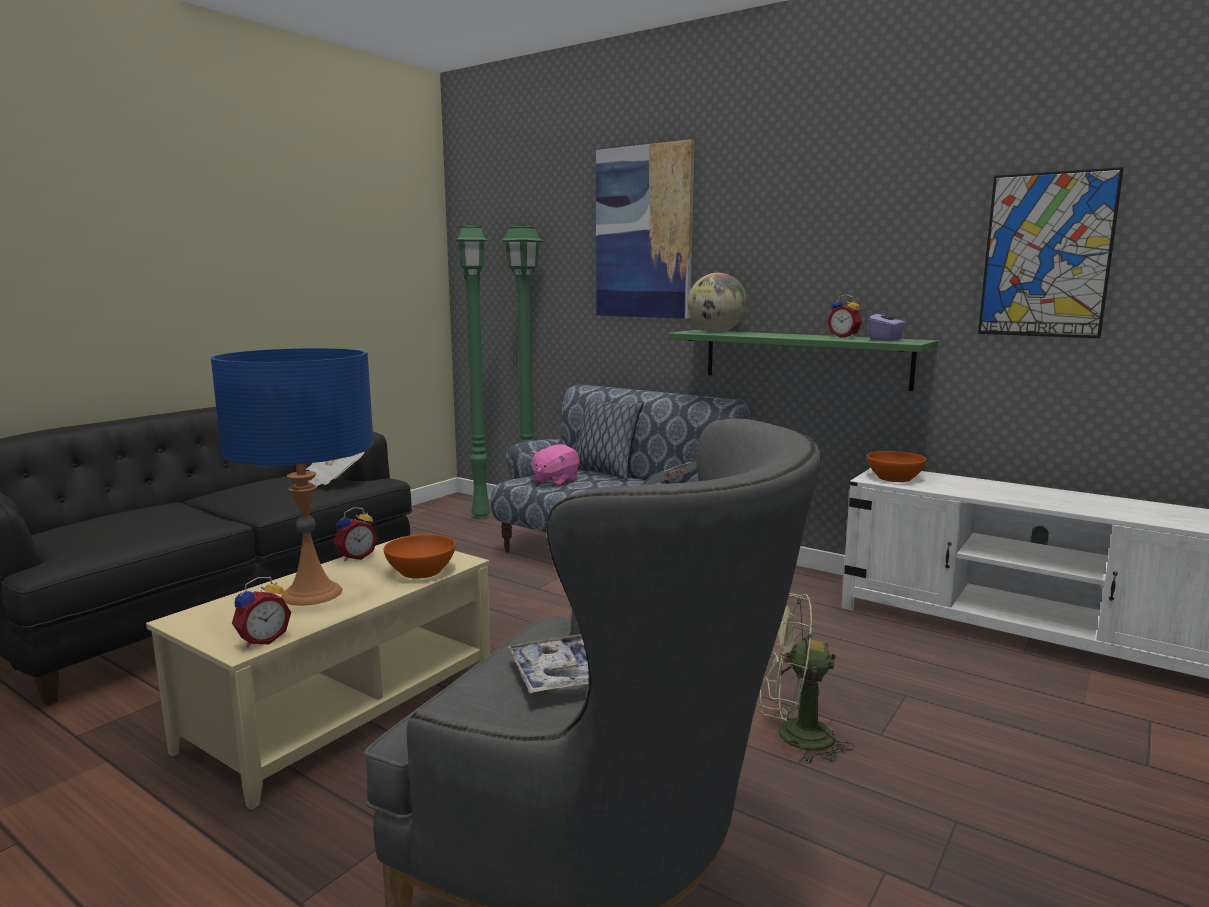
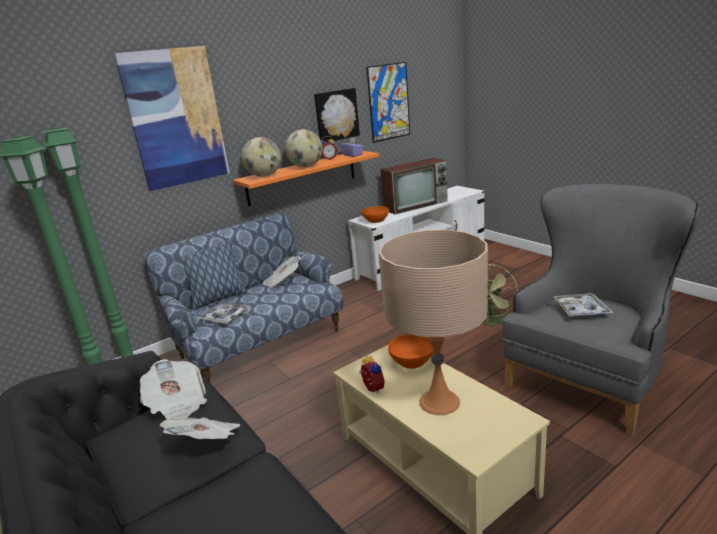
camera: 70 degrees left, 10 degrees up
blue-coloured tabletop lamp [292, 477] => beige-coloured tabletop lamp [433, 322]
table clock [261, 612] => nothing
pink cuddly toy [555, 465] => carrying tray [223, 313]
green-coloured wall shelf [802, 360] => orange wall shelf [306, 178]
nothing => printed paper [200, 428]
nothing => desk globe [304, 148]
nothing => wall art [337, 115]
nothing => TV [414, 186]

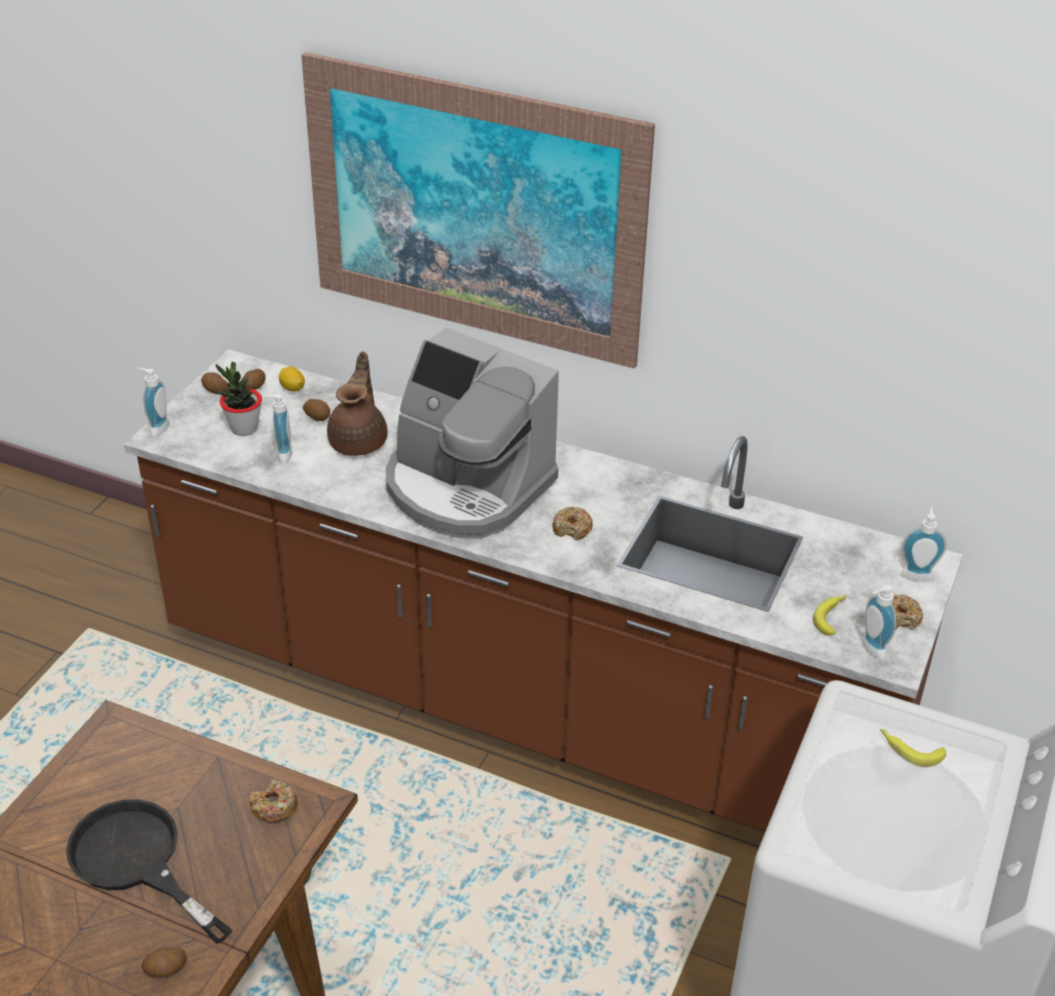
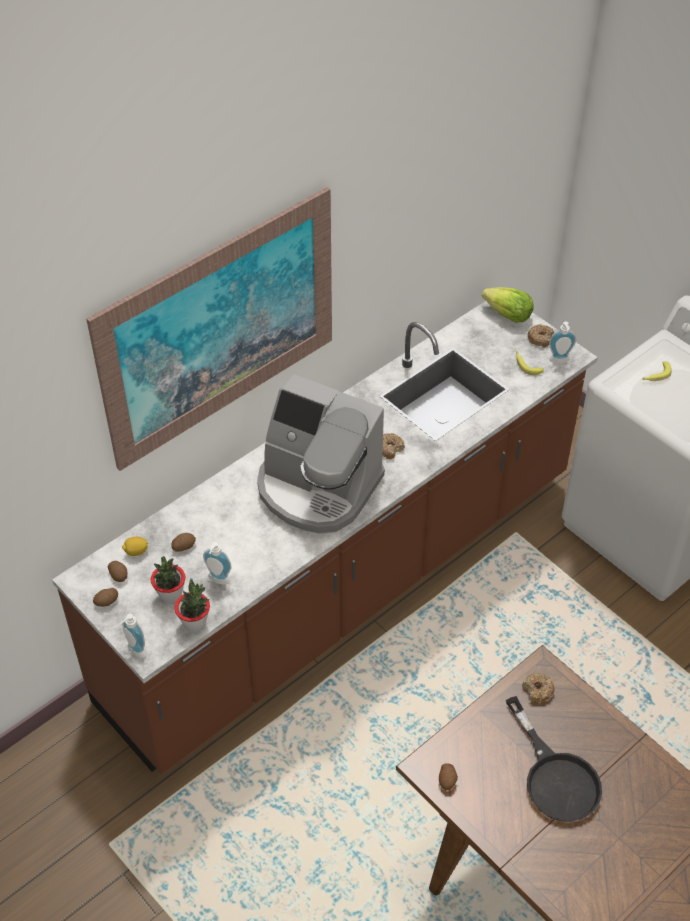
camera: 65 degrees left, 10 degrees up
black pan [149, 871] => black pan [554, 759], 90 degrees counterclockwise
whole potato [164, 962] => whole potato [448, 776], moved
brownish tea pot [357, 403] => nothing
coffee machine [472, 433] => coffee machine [321, 454], 60 degrees clockwise
liquid soap bottle [923, 544] => lettuce [508, 304]
nothing => potted plant [192, 605]

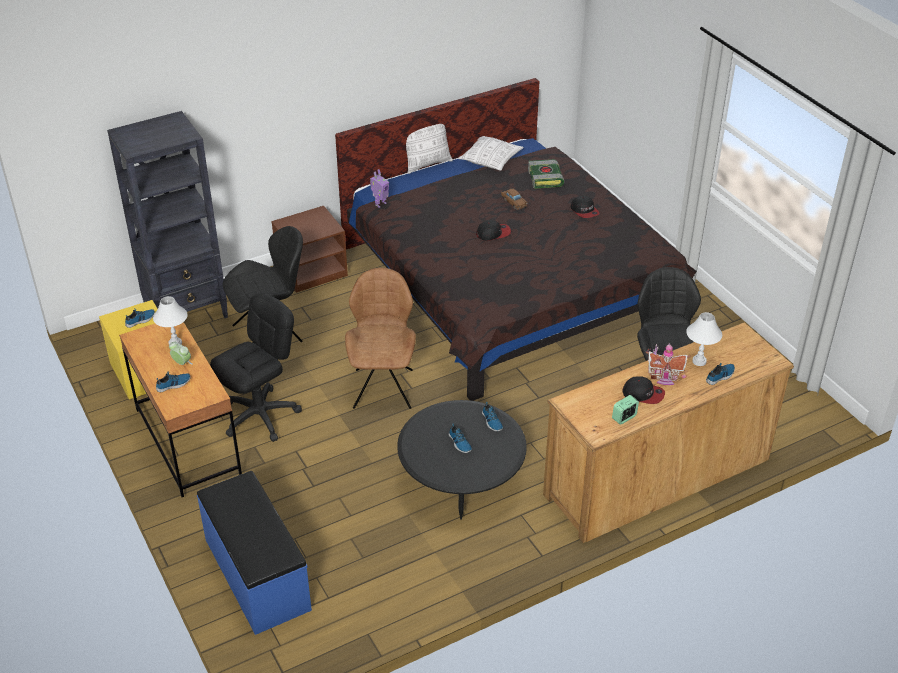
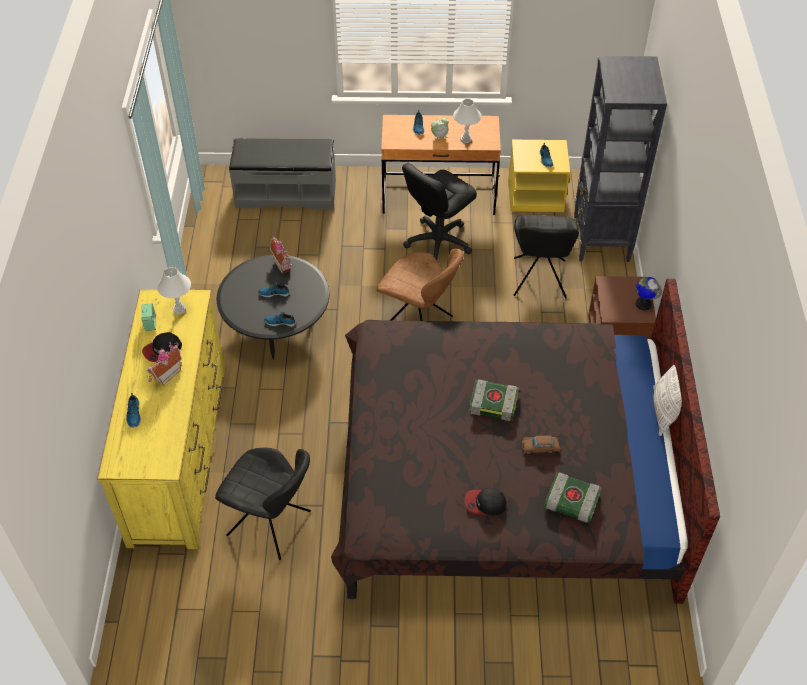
camera: 120 degrees right, 10 degrees up
blue-coloured bench [254, 553] => grey bench [282, 173]
black office chair [256, 367] => black office chair [439, 212], 60 degrees clockwise
toy robot [379, 188] => nothing
cushion [491, 153] => nothing
peaked cap [493, 230] => bound book [494, 400]
brownish dresser [668, 433] => yellow dresser [161, 419]
white tabletop lamp [704, 339] => white tabletop lamp [174, 290], moved
nothing => toy house [281, 255]
nothing => desk globe [649, 293]

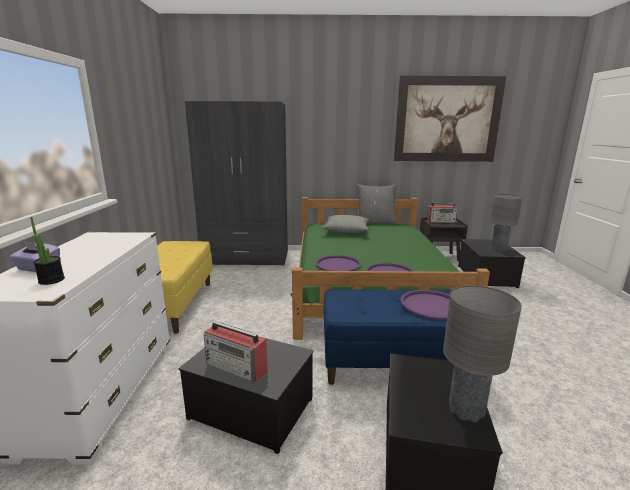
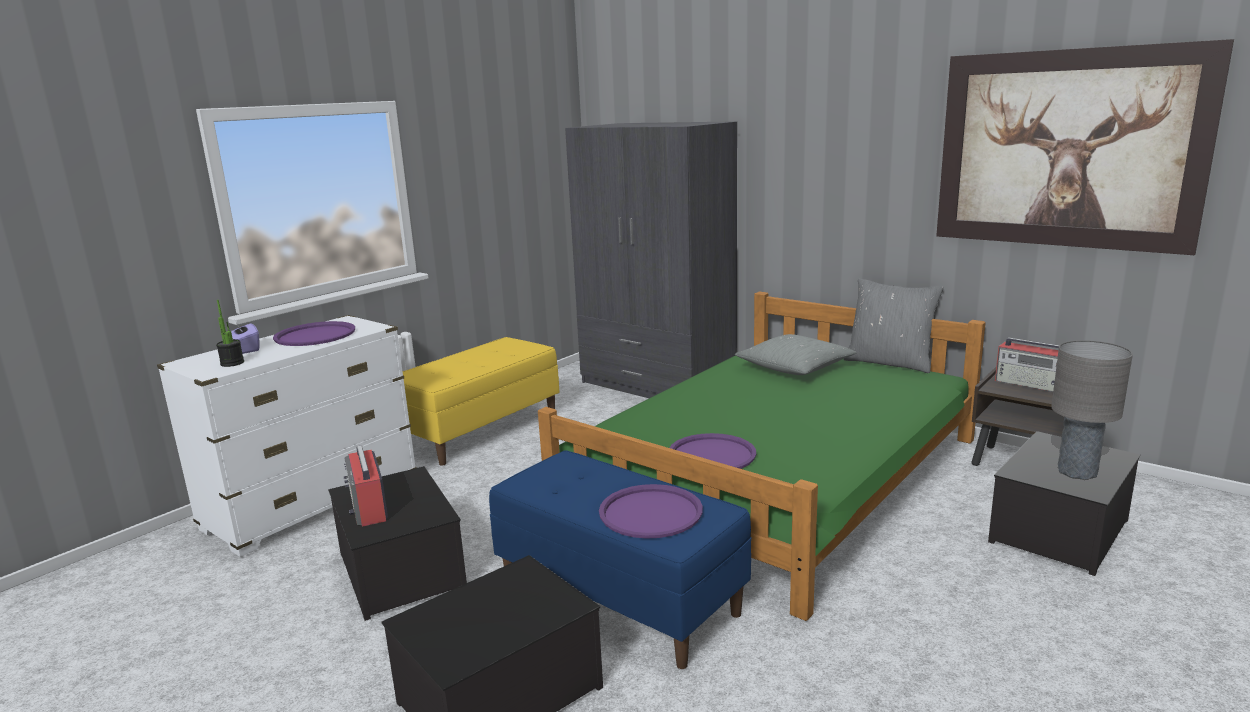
camera: 40 degrees right, 0 degrees up
purple-coloured carrying tray [338, 263] => purple-coloured carrying tray [314, 333], moved
grey tabletop lamp [482, 354] => nothing

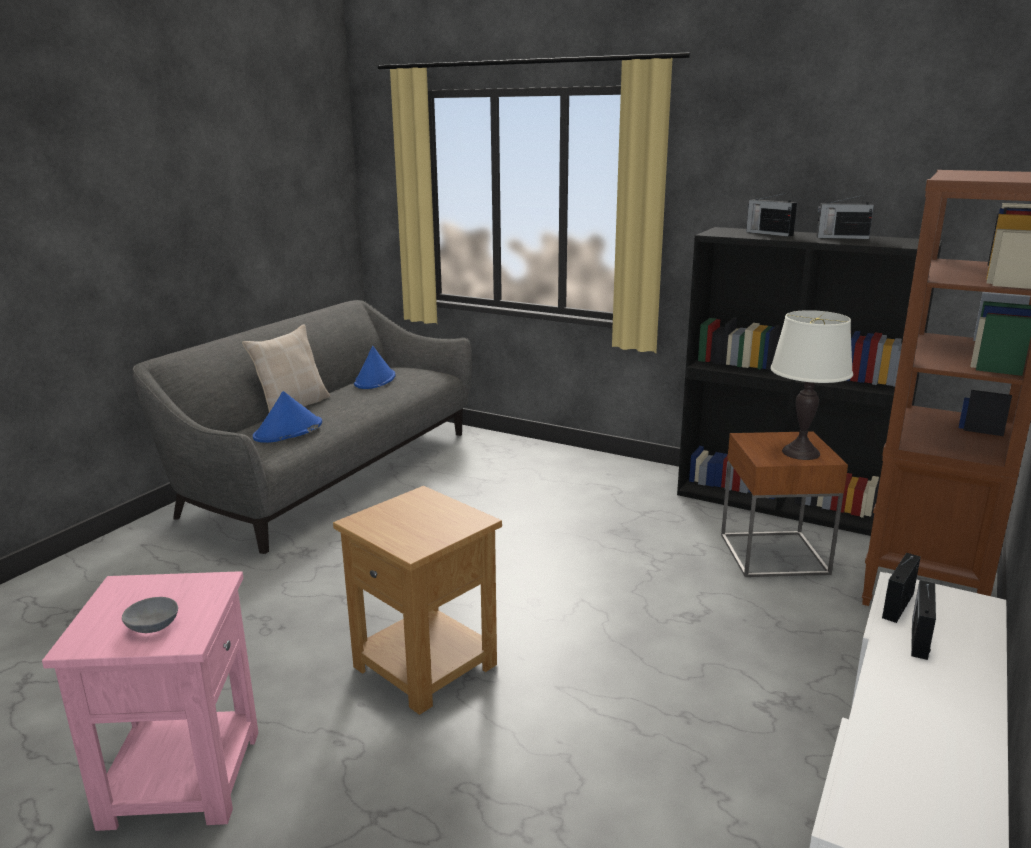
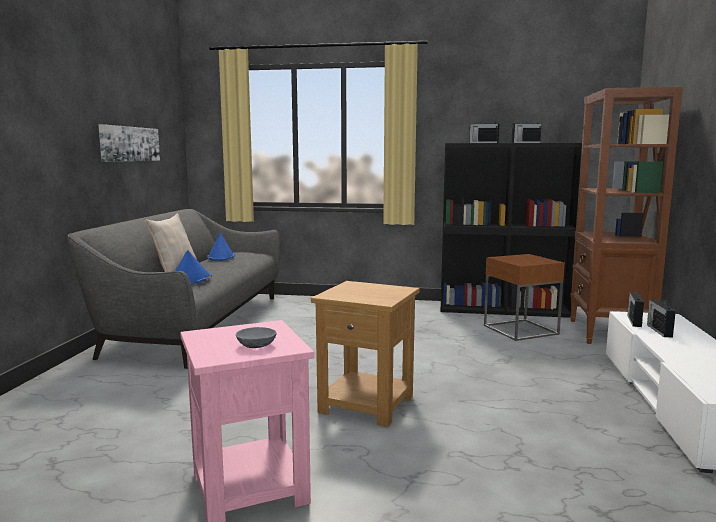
camera: 20 degrees left, 10 degrees down
white tabletop lamp [811, 385] => nothing
nothing => wall art [129, 143]

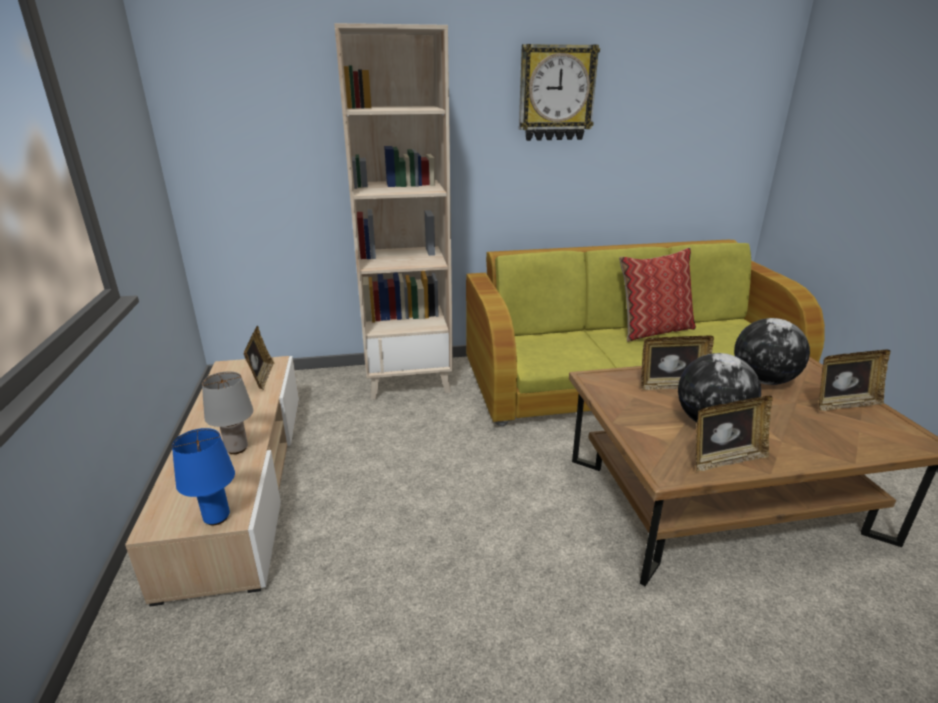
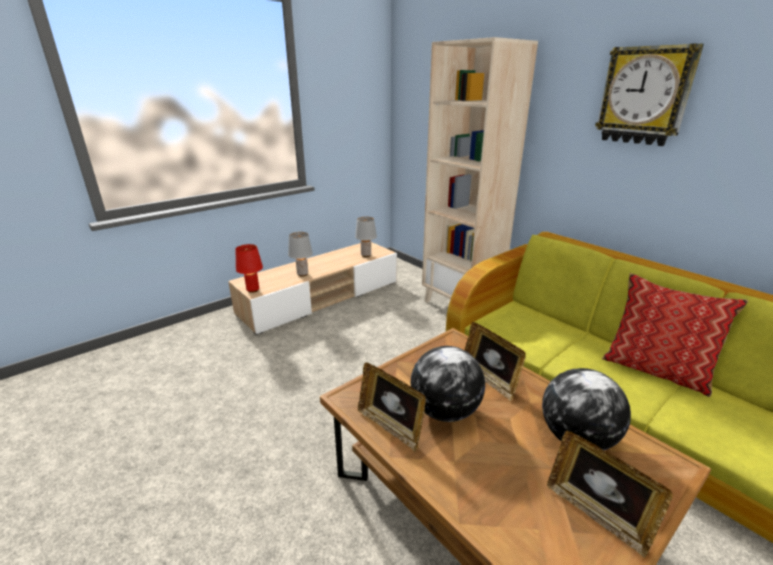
camera: 60 degrees right, 0 degrees up
blue-coloured tabletop lamp [203, 477] => reddish tabletop lamp [249, 268]
standing frame [258, 358] => grey tabletop lamp [366, 237]

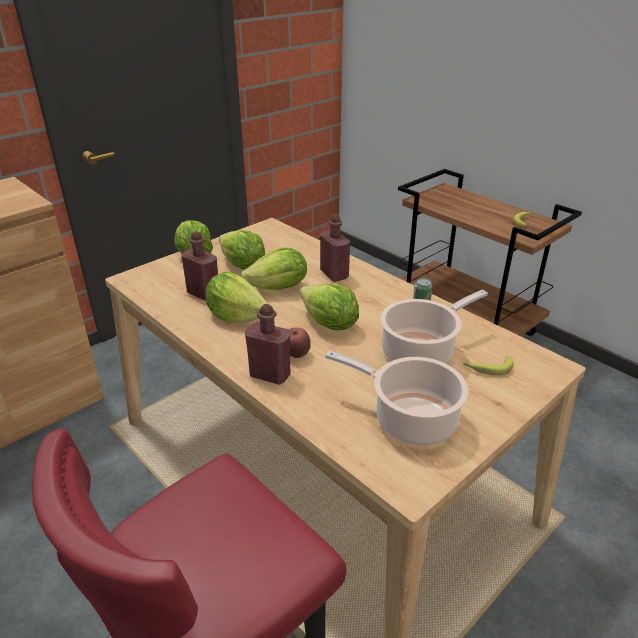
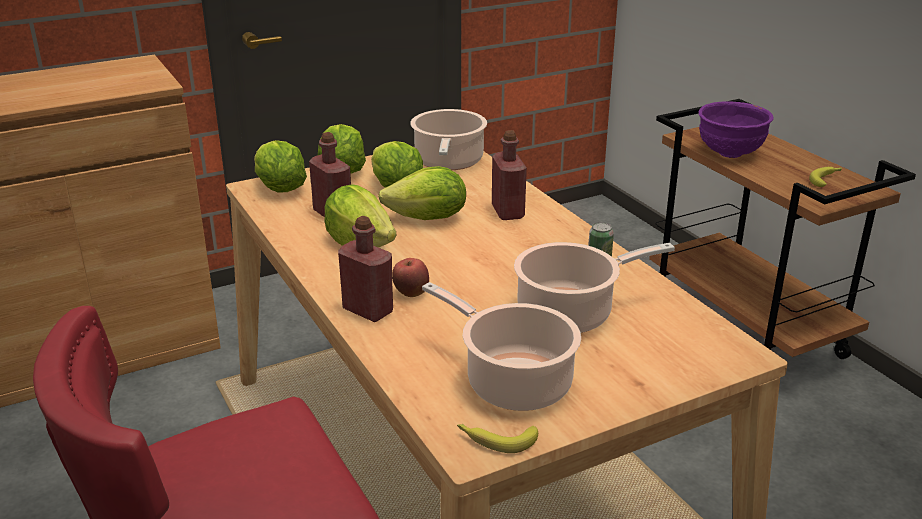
camera: 15 degrees right, 5 degrees down
lettuce [329, 306] => lettuce [280, 166], moved
banana fruit [488, 365] => banana fruit [497, 438], moved
nothing => cooking pot [448, 139]
nothing => purple-coloured bowl [736, 129]

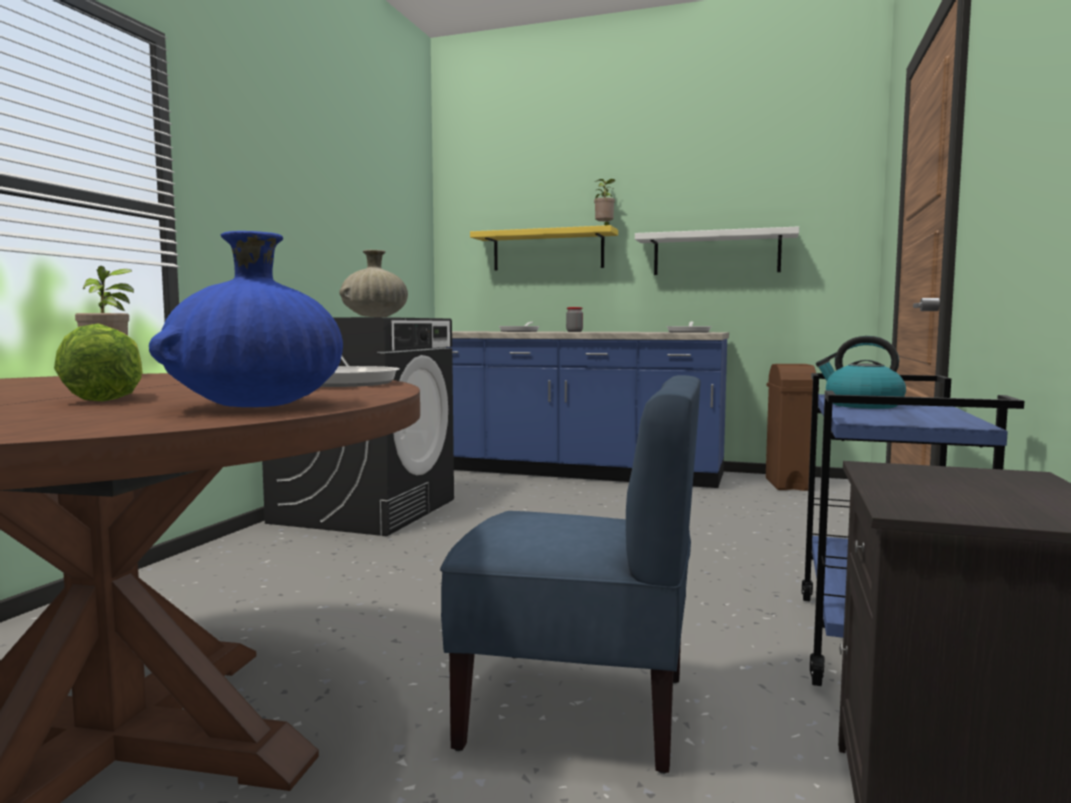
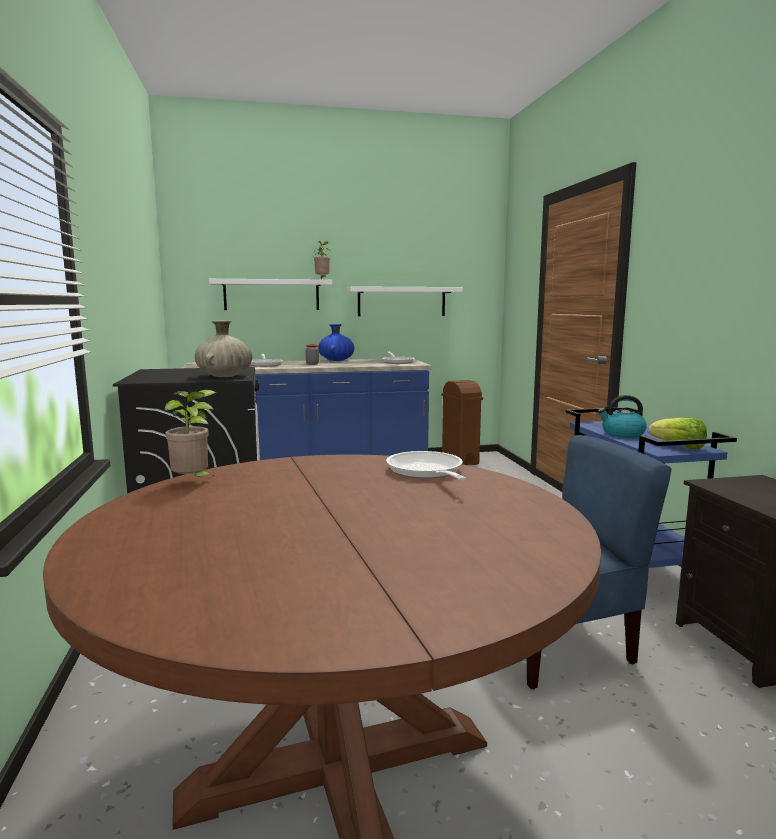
camera: 30 degrees left, 5 degrees up
lettuce [98, 362] => lettuce [678, 433], moved
blue-coloured flower vase [246, 319] => blue-coloured flower vase [336, 342], moved
yellow wall shelf [544, 248] => white wall shelf [270, 294]

